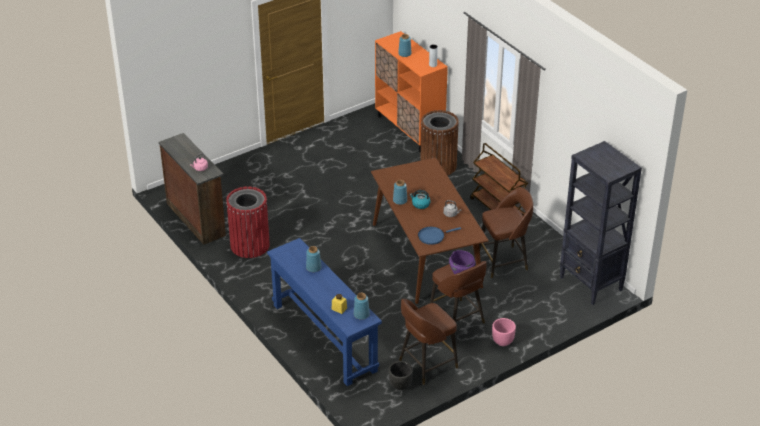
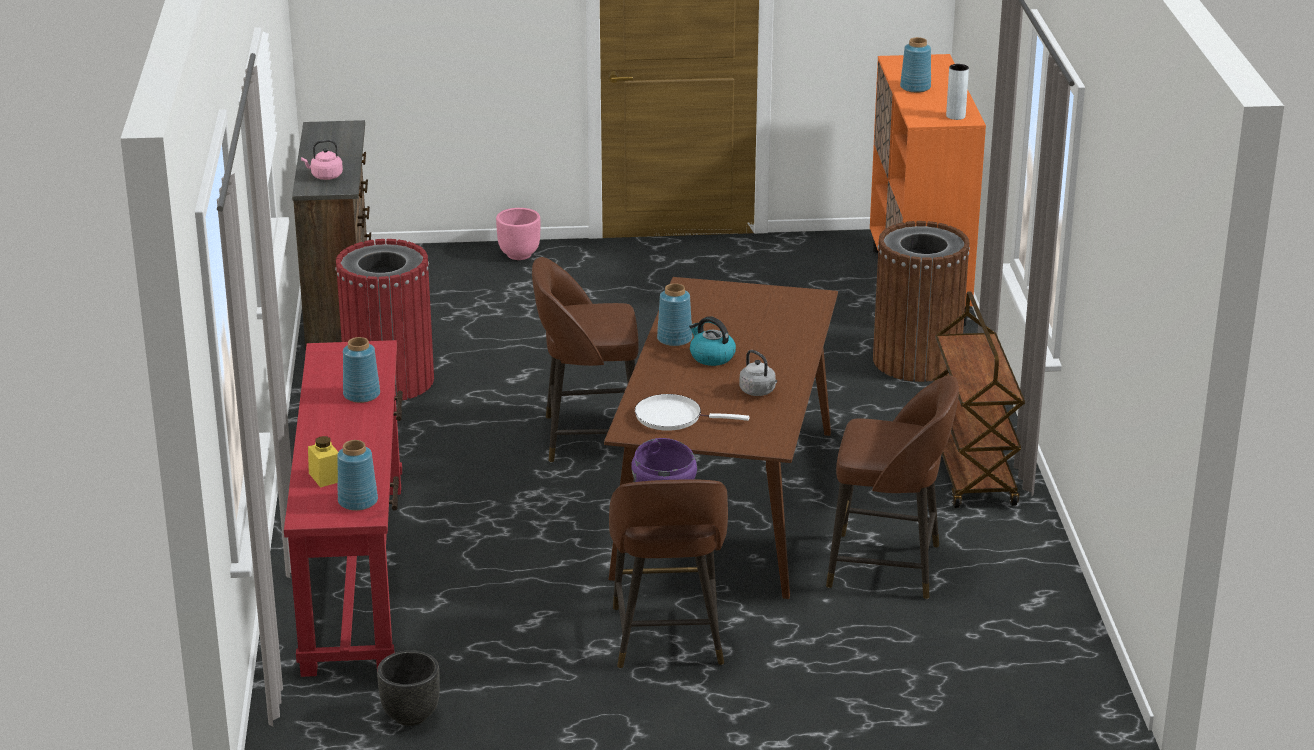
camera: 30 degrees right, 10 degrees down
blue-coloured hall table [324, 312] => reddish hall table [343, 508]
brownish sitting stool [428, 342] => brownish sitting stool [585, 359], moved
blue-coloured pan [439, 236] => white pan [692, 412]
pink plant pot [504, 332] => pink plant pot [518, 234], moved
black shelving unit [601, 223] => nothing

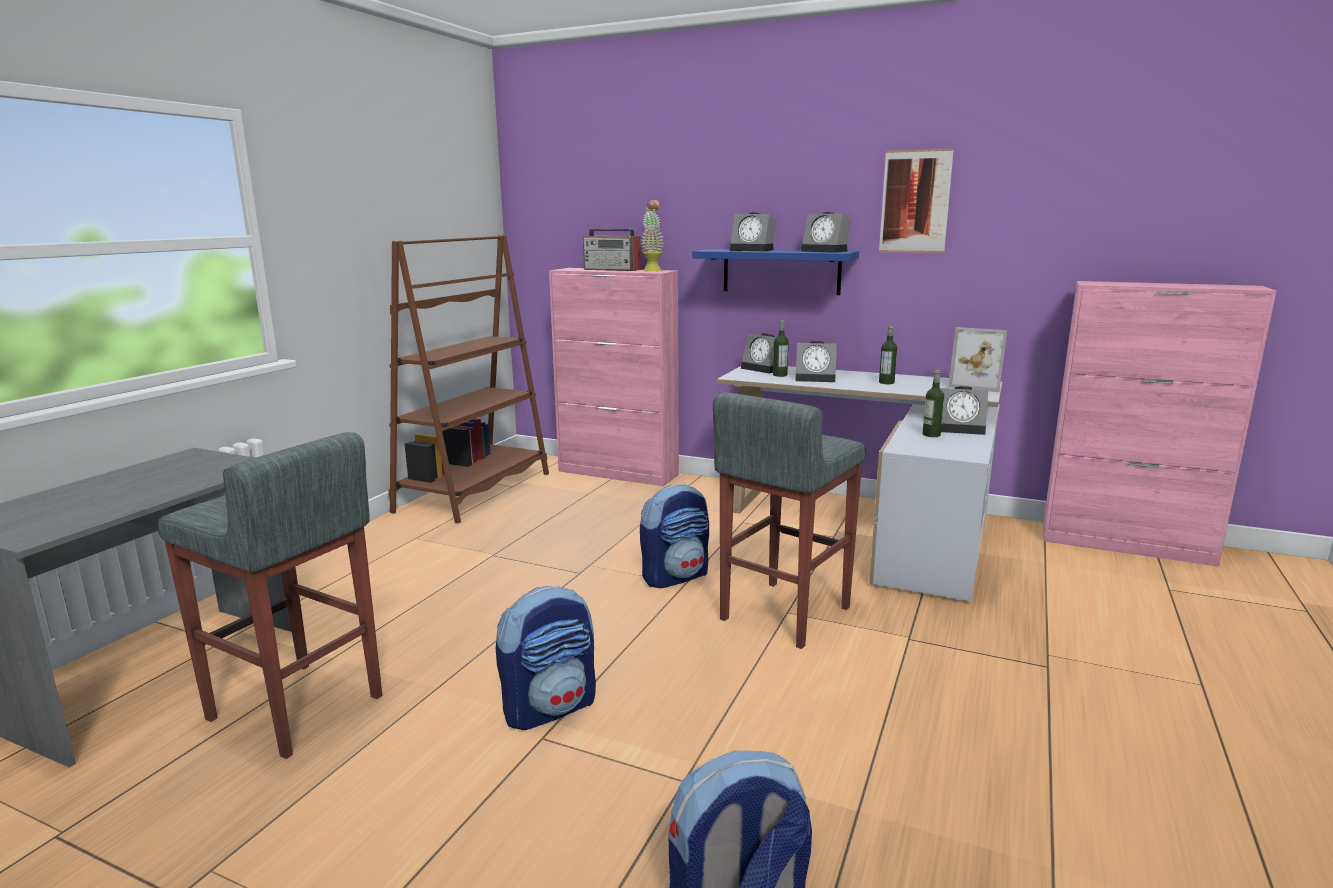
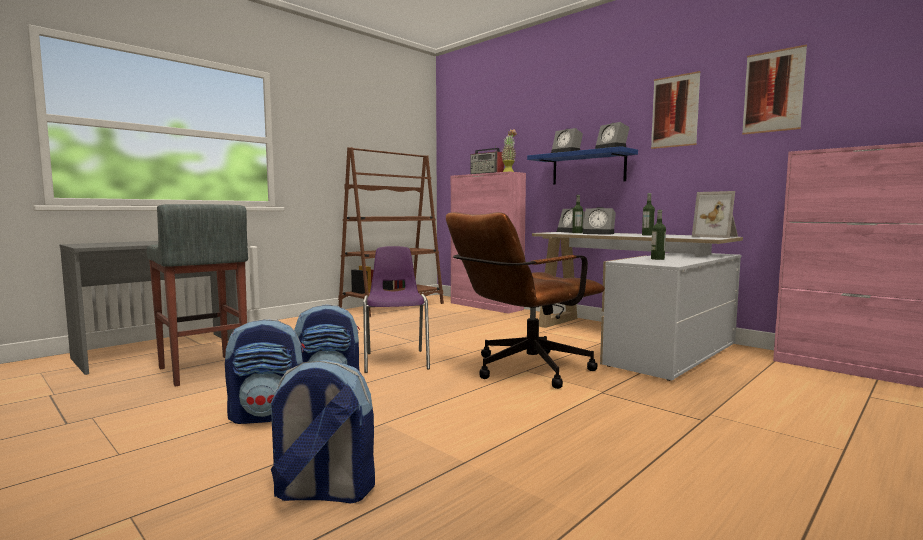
camera: 20 degrees right, 10 degrees down
knapsack [674, 536] => knapsack [265, 371], moved
grey sitting stool [789, 521] => brownish office chair [525, 300]
table clock [964, 410] => nothing
nothing => purple-coloured plain chair [396, 309]
nothing => wall art [774, 89]

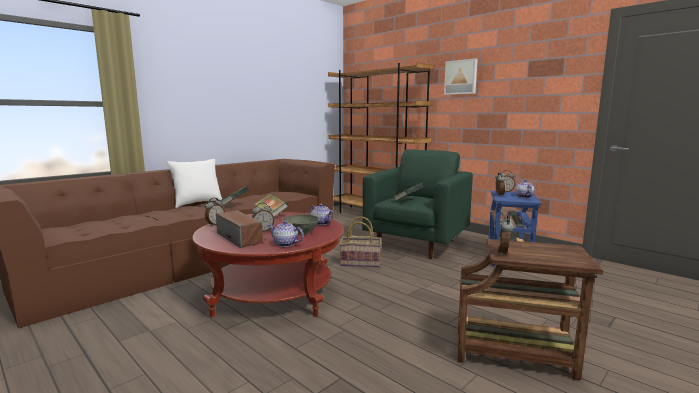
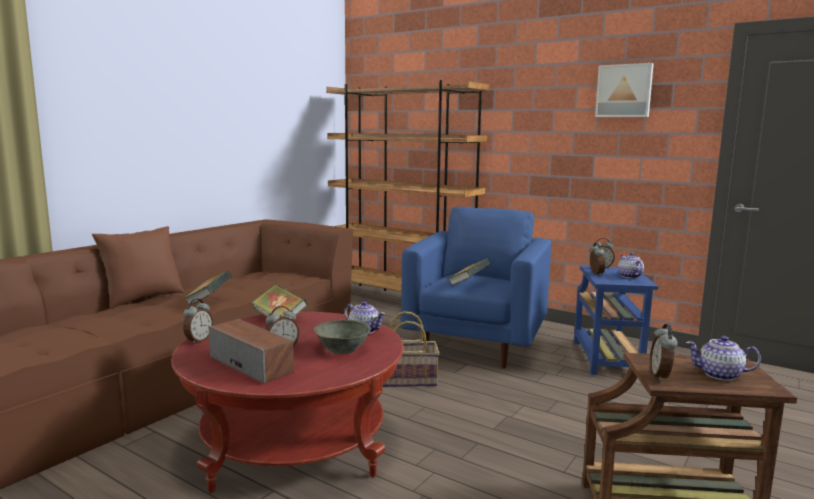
camera: 10 degrees left, 0 degrees up
white cushion [194, 183] => brownish cushion [138, 267]
tea pot [286, 234] => tea pot [723, 358], moved
green-coloured easy chair [417, 204] => blue-coloured easy chair [476, 287]
wall art [461, 76] => wall art [624, 90], moved

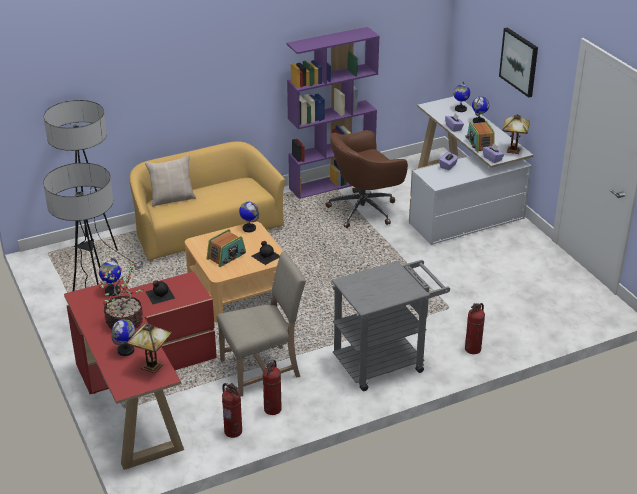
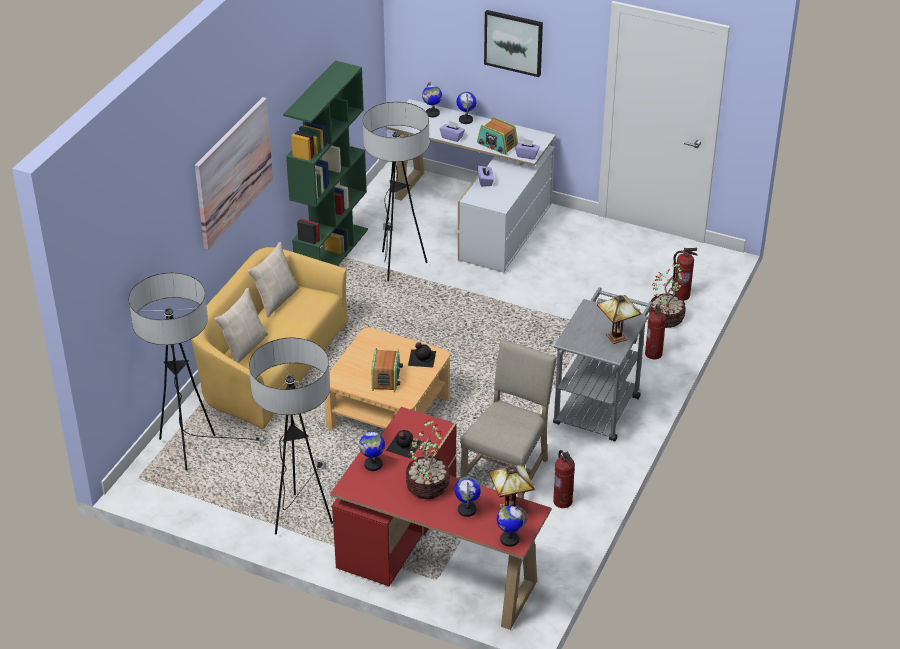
camera: 40 degrees left, 5 degrees up
fire-fighting cylinder [232, 410] => fire-fighting cylinder [685, 274], moved
desk globe [249, 217] => desk globe [512, 526], moved
purple-coloured shelving unit [333, 113] => green-coloured shelving unit [325, 163]
brownish office chair [366, 179] => floor lamp [396, 191]
tabletop lamp [516, 134] => tabletop lamp [619, 319], moved
nothing => wall art [234, 173]
nothing => beige-coloured cushion [273, 279]
nothing => potted plant [667, 295]

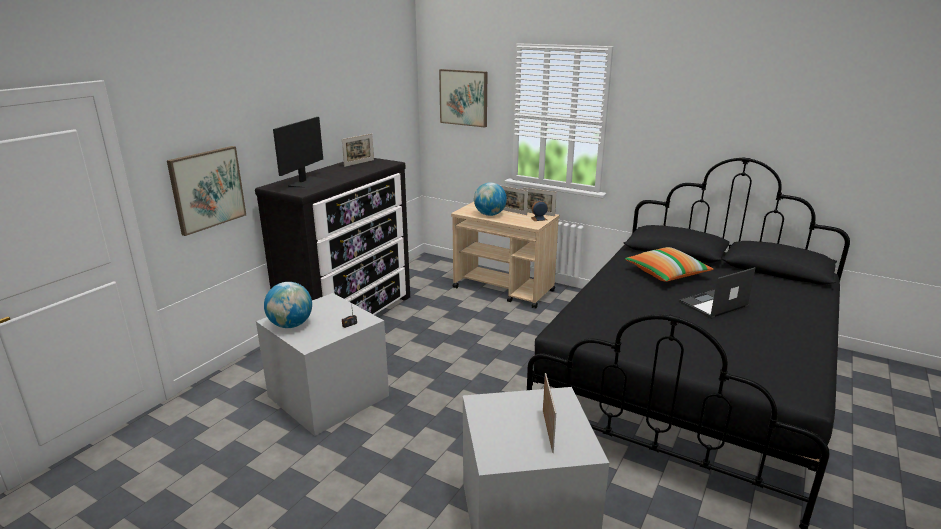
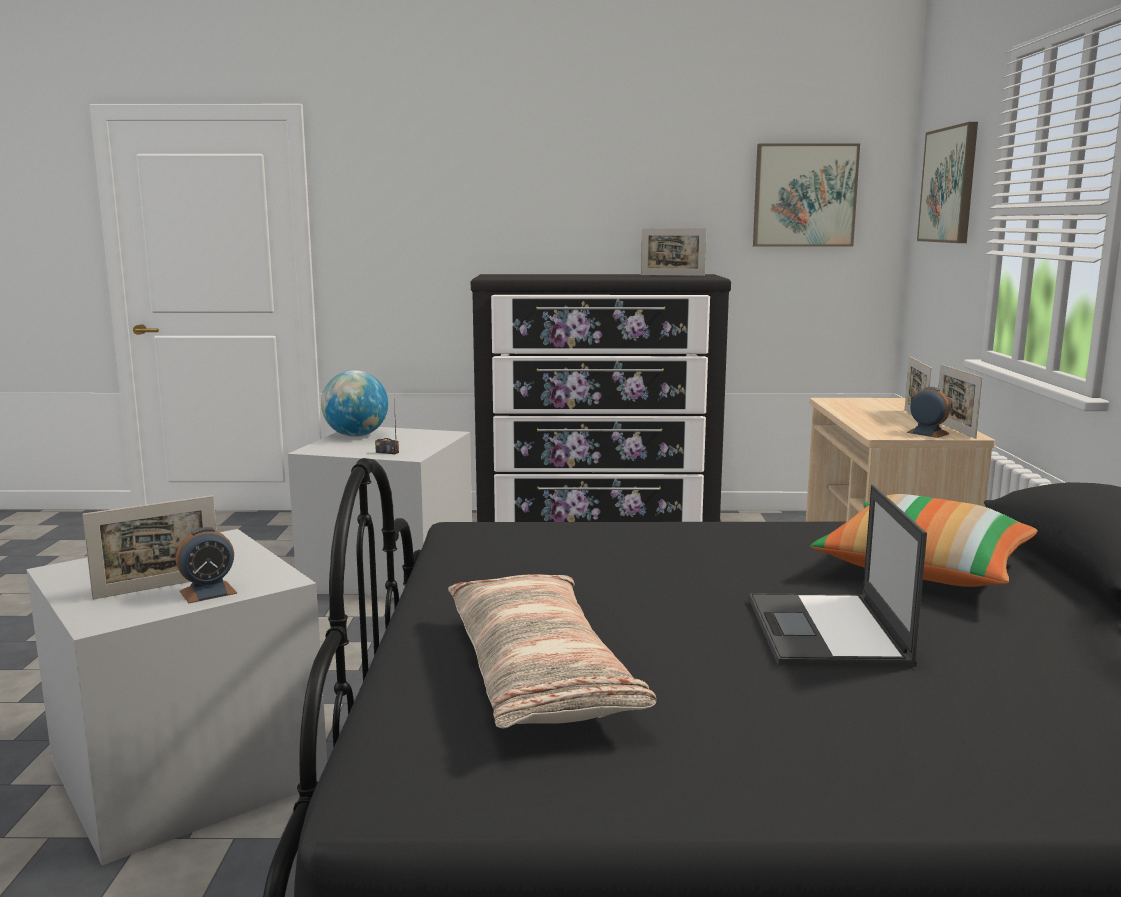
camera: 60 degrees right, 10 degrees down
wall art [206, 191] => wall art [806, 195], moved
computer display [301, 153] => nothing
desk globe [490, 199] => nothing
laptop [717, 293] => laptop [838, 576], 120 degrees counterclockwise
nothing => table clock [206, 565]
nothing => cushion [552, 651]

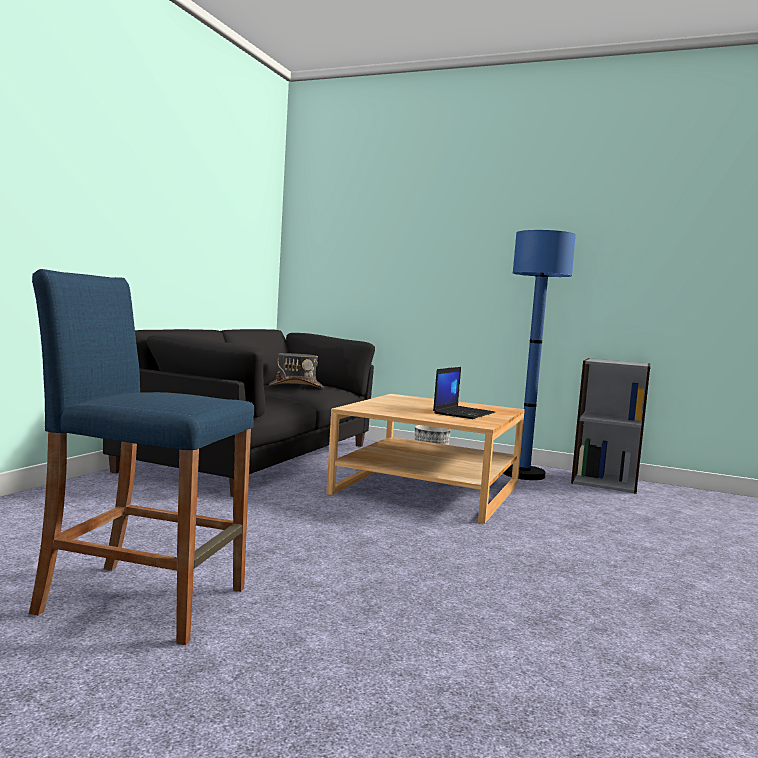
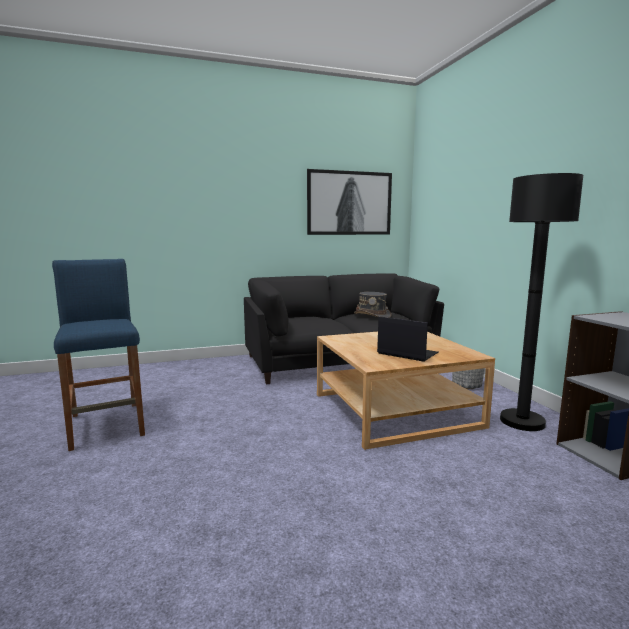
camera: 50 degrees right, 5 degrees up
laptop [464, 393] => laptop [407, 339], 135 degrees counterclockwise
blue-coloured floor lamp [539, 355] => black floor lamp [542, 302]
nothing => wall art [349, 202]

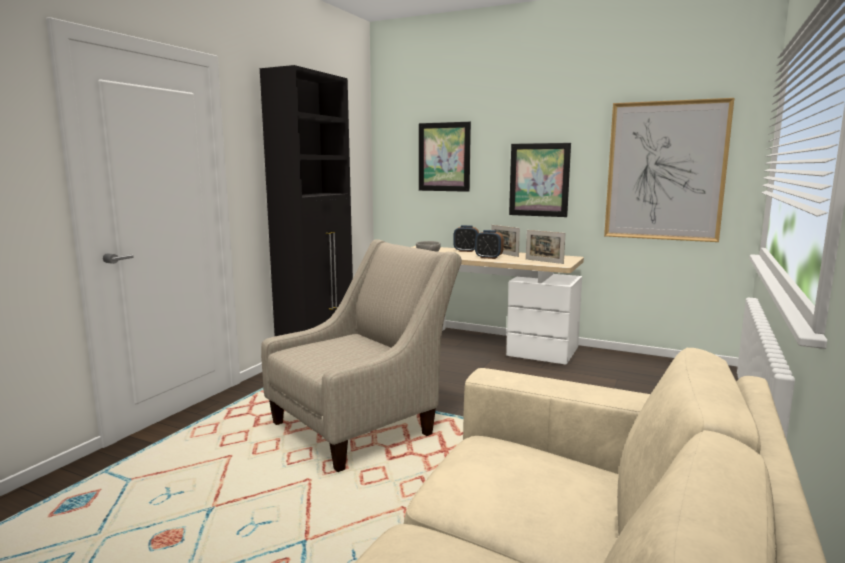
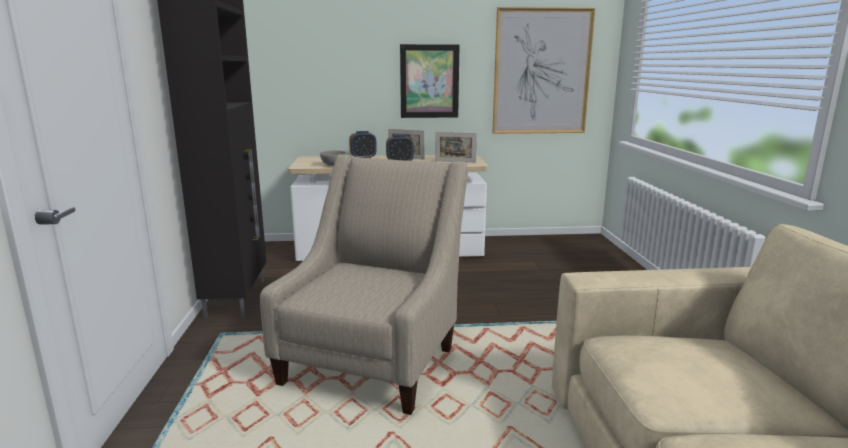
camera: 30 degrees left, 5 degrees up
wall art [445, 157] => nothing

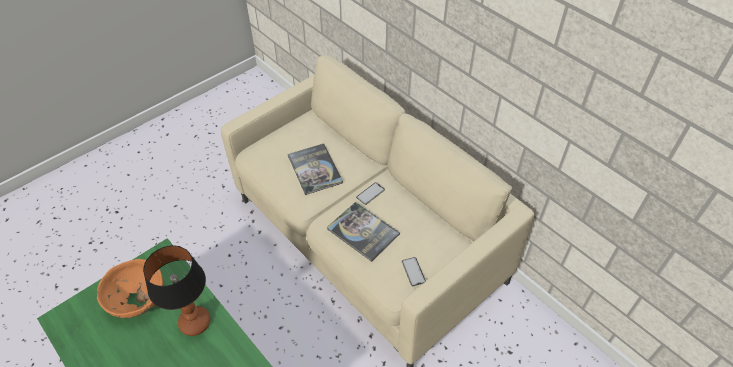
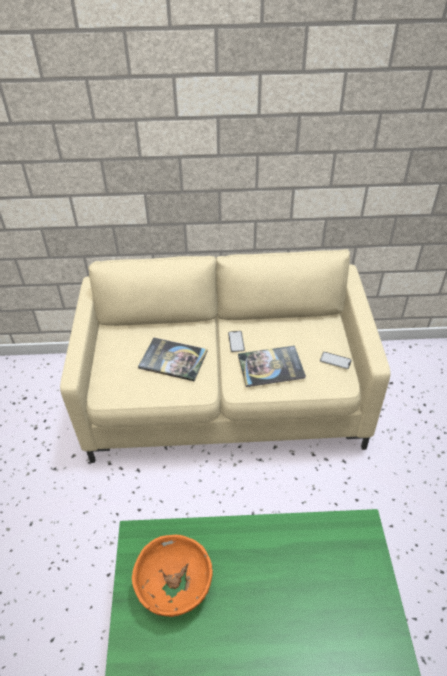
camera: 50 degrees left, 5 degrees down
tabletop lamp [177, 290] => nothing

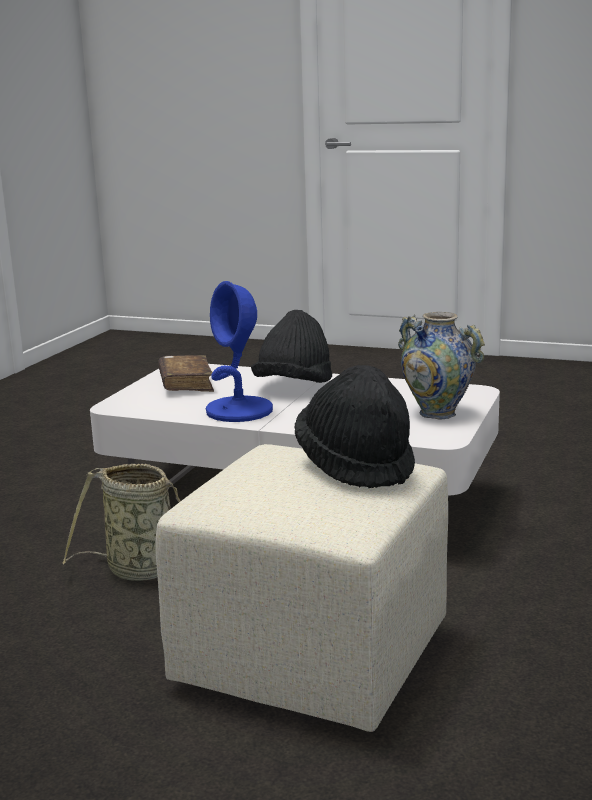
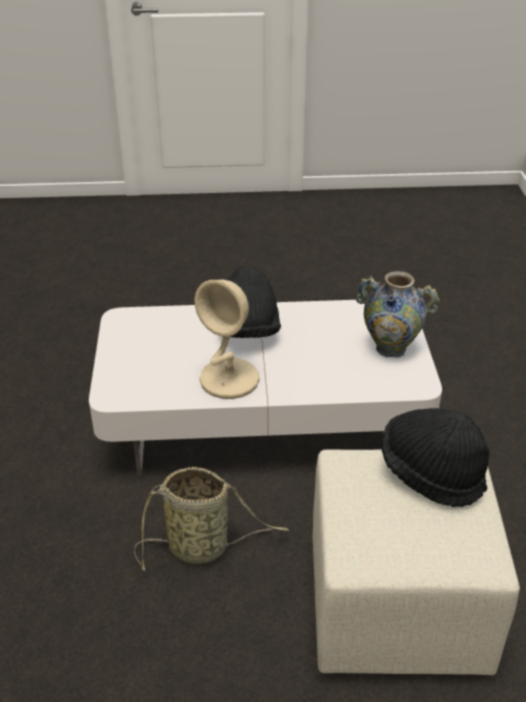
camera: 25 degrees left, 20 degrees up
brownish bound book [186, 373] => nothing
blue-coloured tabletop lamp [239, 351] => beige-coloured tabletop lamp [227, 339]

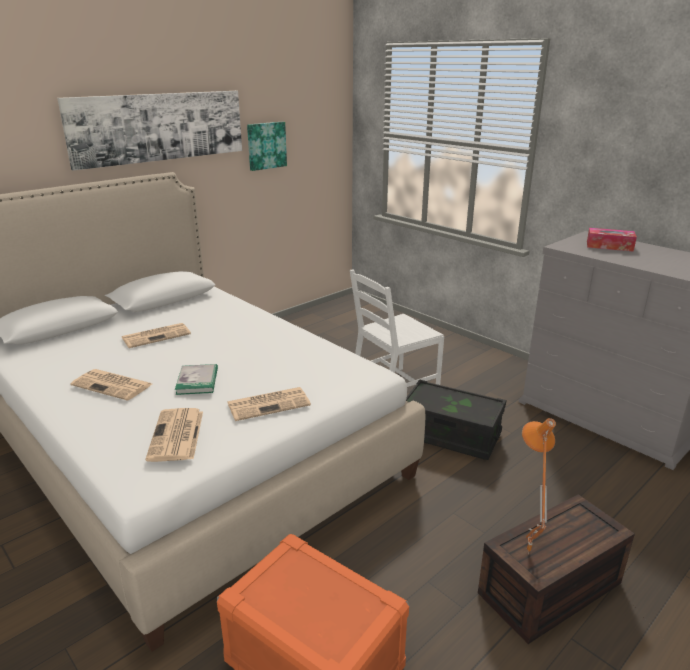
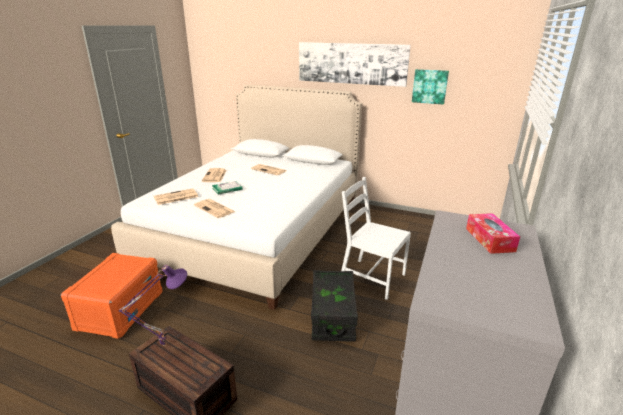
camera: 65 degrees right, 0 degrees up
orange tabletop lamp [539, 486] => purple-coloured tabletop lamp [153, 305]

